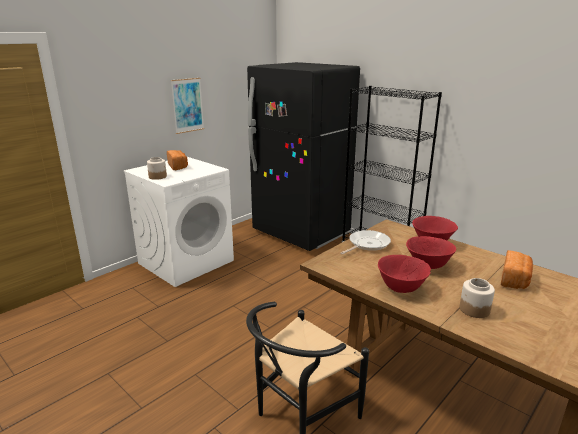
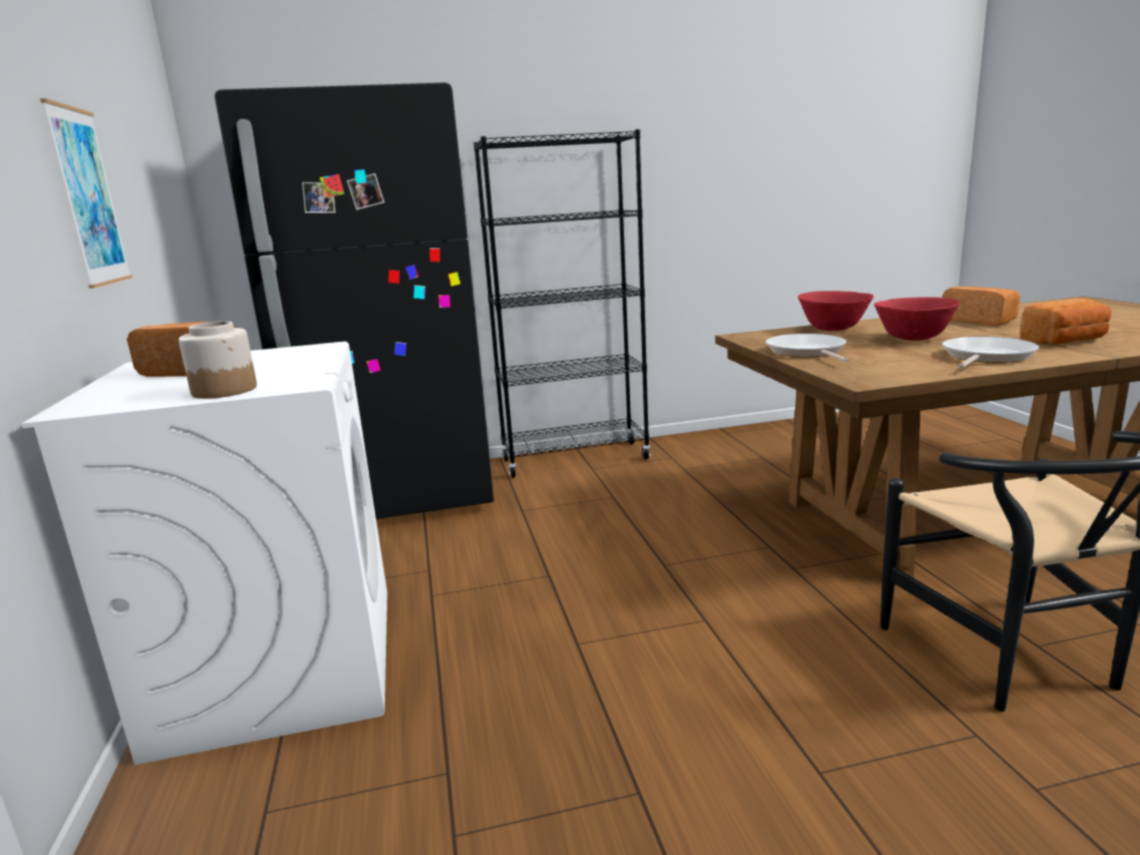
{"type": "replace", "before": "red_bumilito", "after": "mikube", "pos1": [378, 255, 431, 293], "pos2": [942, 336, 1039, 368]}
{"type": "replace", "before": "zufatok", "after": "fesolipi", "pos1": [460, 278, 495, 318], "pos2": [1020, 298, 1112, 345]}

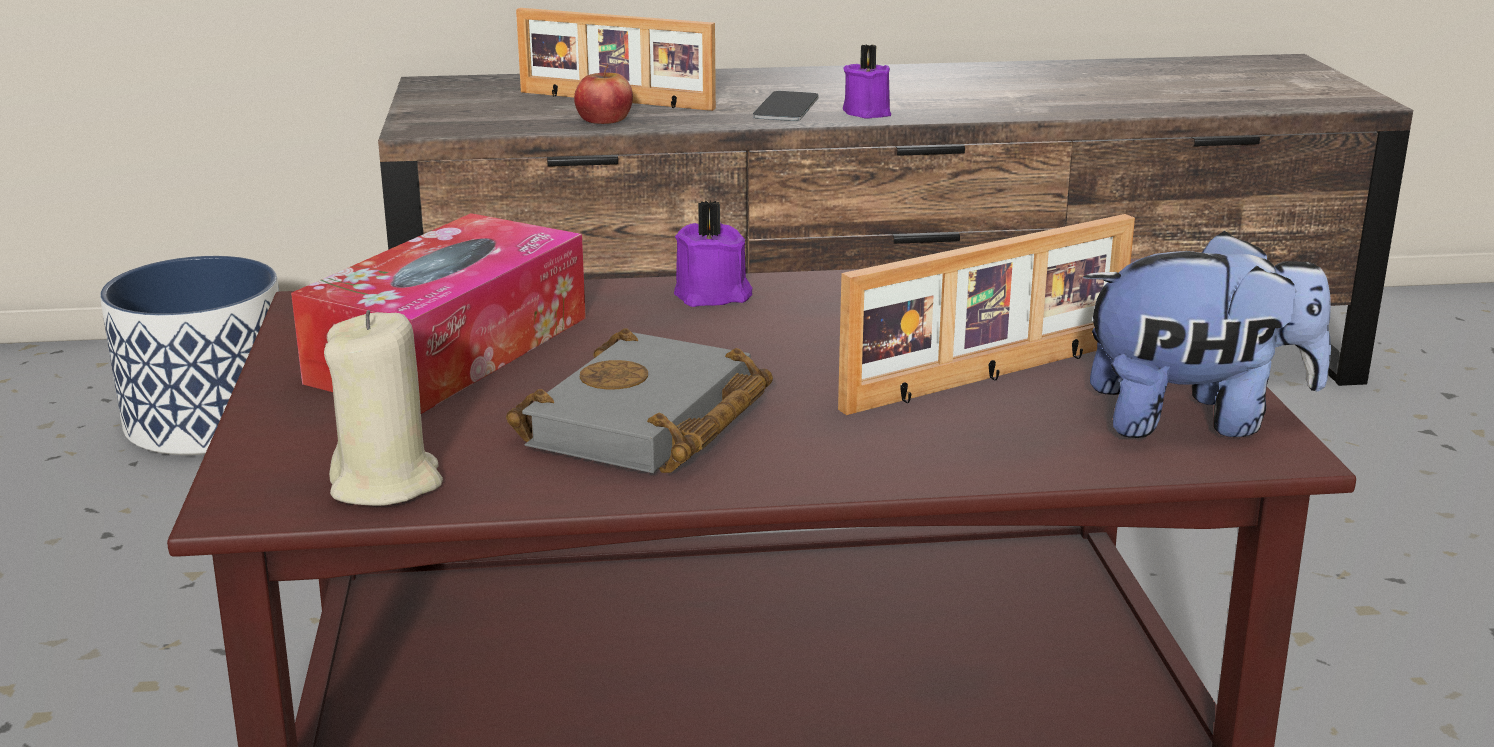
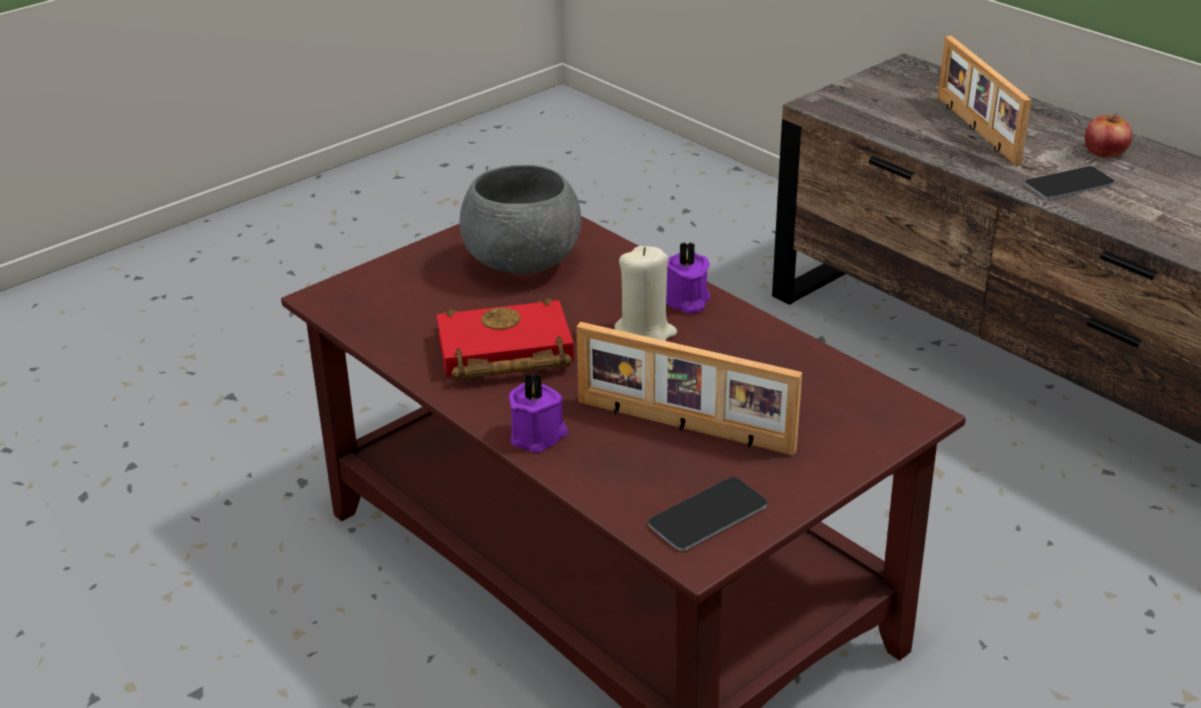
{"type": "delete", "before": "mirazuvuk", "pos1": [100, 256, 279, 455]}
{"type": "move", "before": "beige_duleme", "pos1": [324, 310, 443, 506], "pos2": [614, 246, 677, 341]}
{"type": "move", "before": "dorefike", "pos1": [574, 65, 633, 124], "pos2": [1085, 113, 1132, 158]}
{"type": "move", "before": "purple_duleme", "pos1": [843, 44, 891, 119], "pos2": [509, 372, 568, 453]}
{"type": "replace", "before": "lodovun", "after": "grey_bumilito", "pos1": [291, 213, 586, 414], "pos2": [459, 165, 581, 274]}
{"type": "replace", "before": "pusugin", "after": "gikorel", "pos1": [1083, 231, 1331, 438], "pos2": [649, 477, 767, 551]}
{"type": "recolor", "before": "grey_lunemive", "after": "red_lunemive", "pos1": [506, 328, 773, 473], "pos2": [436, 297, 574, 381]}

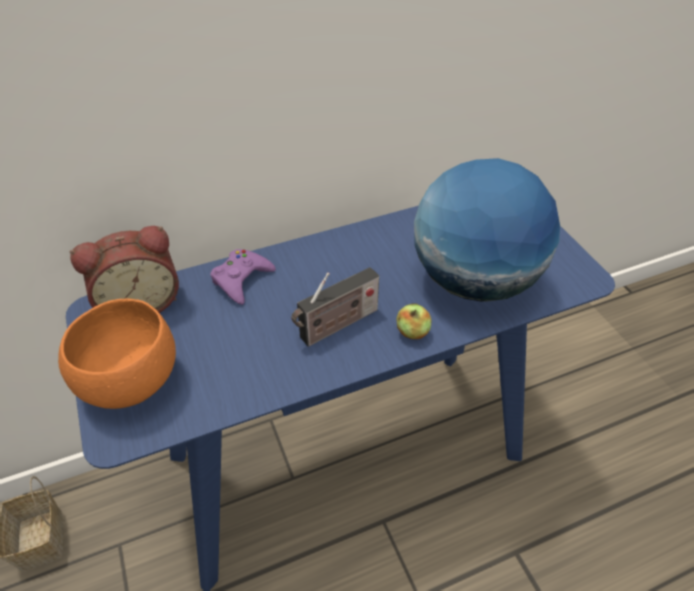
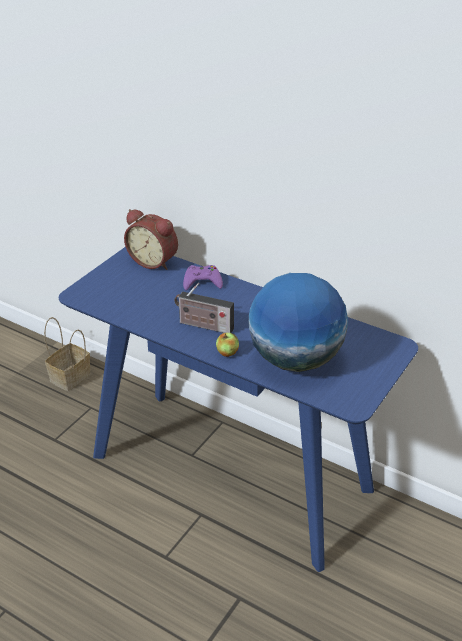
{"type": "delete", "before": "orange_bumilito", "pos1": [58, 299, 176, 409]}

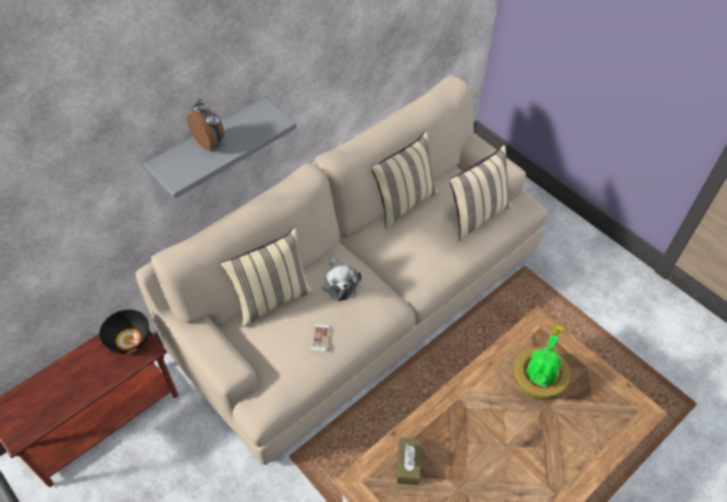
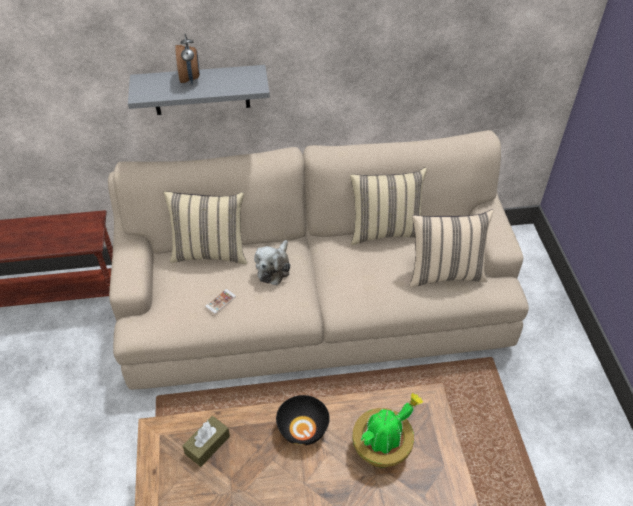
{"type": "move", "before": "black_bumilito", "pos1": [99, 310, 149, 354], "pos2": [276, 395, 330, 446]}

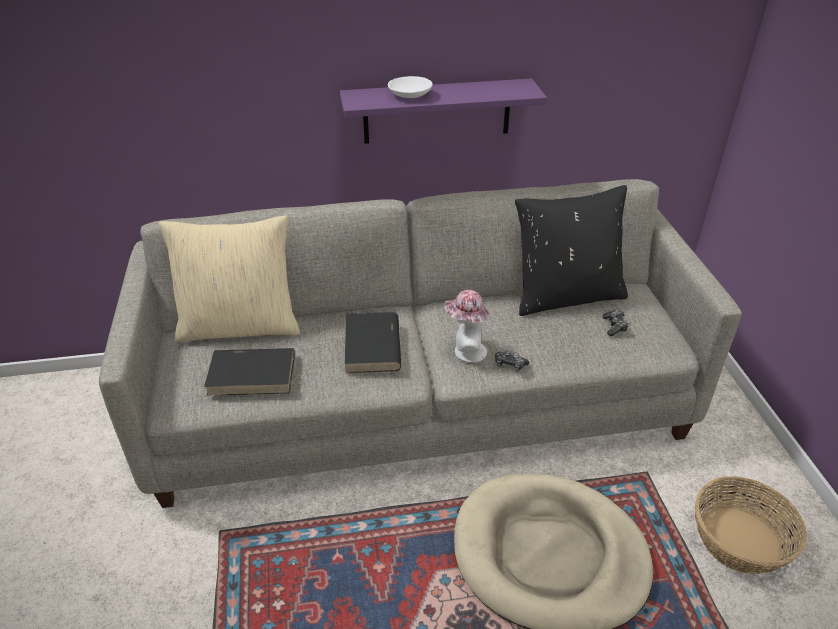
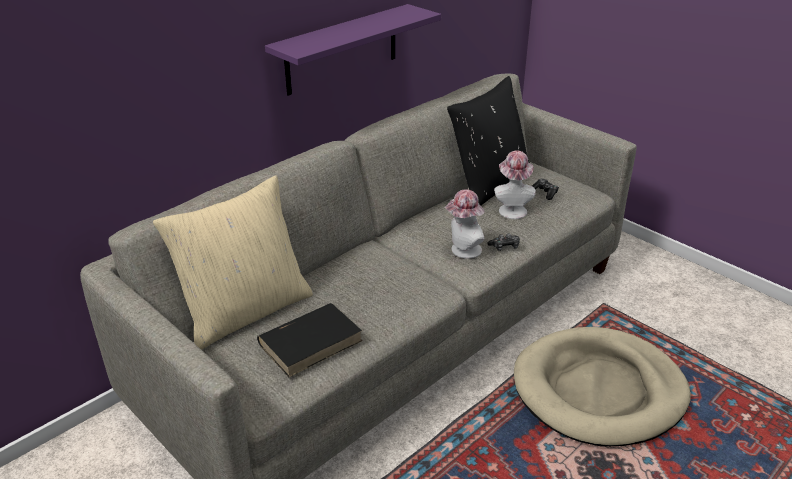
{"type": "delete", "before": "black_lunemive", "pos1": [345, 312, 401, 373]}
{"type": "delete", "before": "white_bumilito", "pos1": [388, 76, 433, 98]}
{"type": "delete", "before": "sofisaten", "pos1": [695, 476, 807, 574]}
{"type": "insert", "after": "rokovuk", "pos2": [494, 151, 536, 219]}

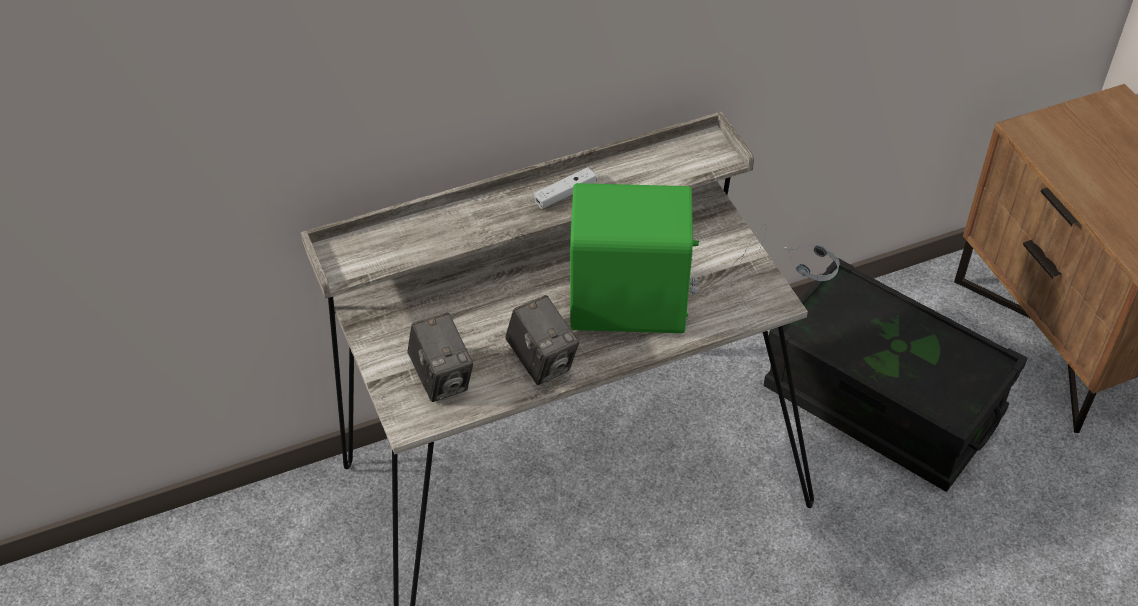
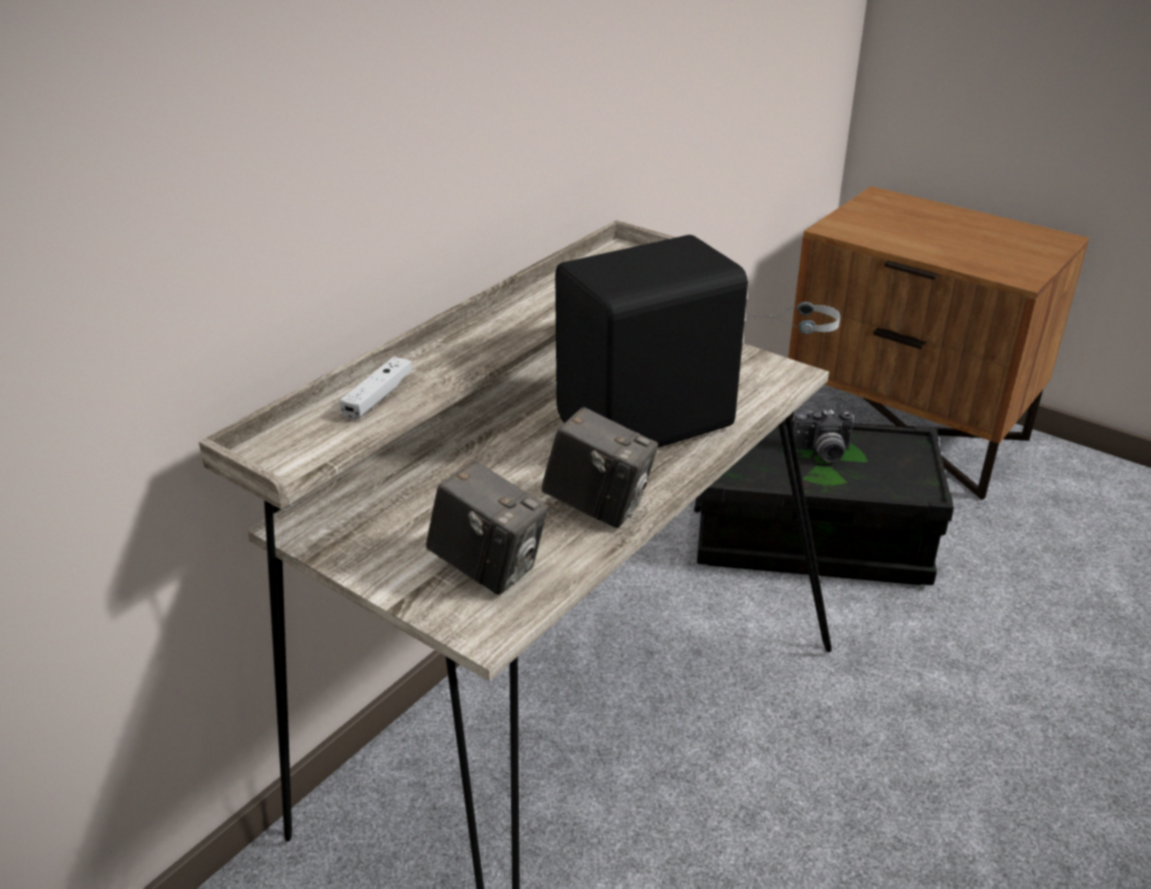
{"type": "insert", "after": "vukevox", "pos2": [793, 409, 854, 463]}
{"type": "move", "before": "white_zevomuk", "pos1": [534, 167, 597, 209], "pos2": [339, 357, 413, 420]}
{"type": "recolor", "before": "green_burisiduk", "after": "black_burisiduk", "pos1": [570, 183, 699, 333], "pos2": [555, 235, 748, 448]}

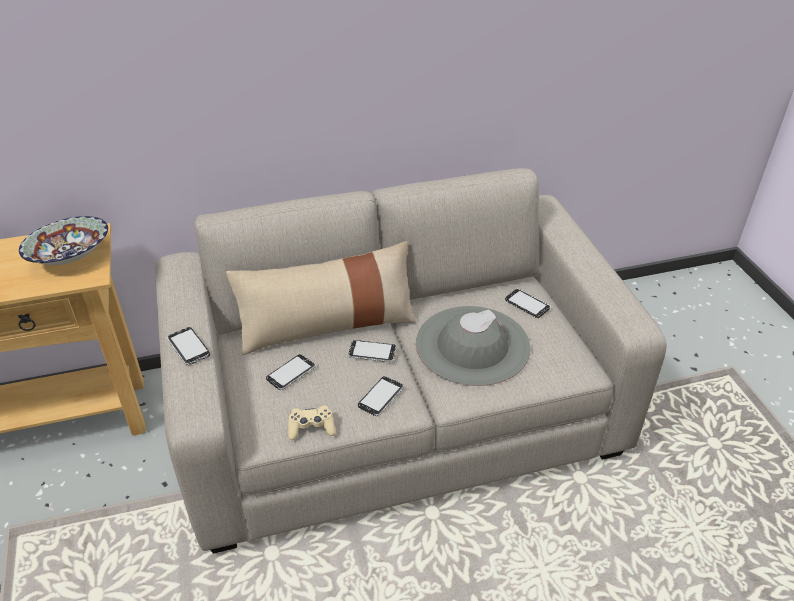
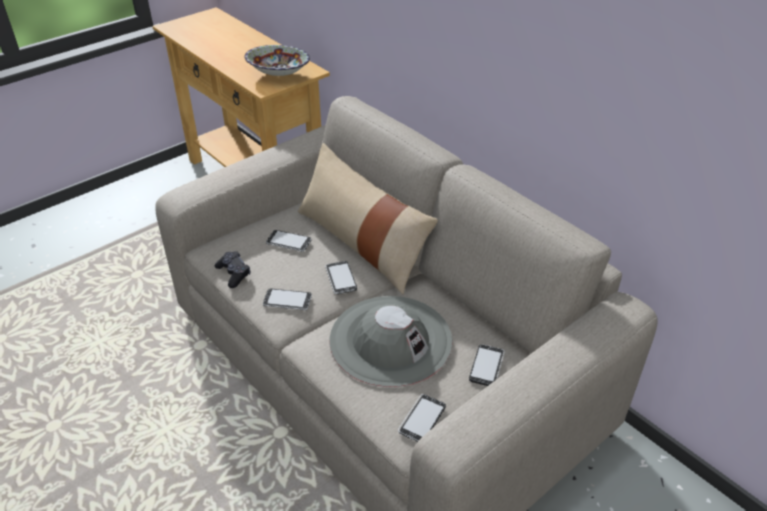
{"type": "move", "before": "gikorel", "pos1": [167, 327, 210, 365], "pos2": [398, 394, 446, 442]}
{"type": "recolor", "before": "beige_zevomuk", "after": "black_zevomuk", "pos1": [288, 406, 336, 440], "pos2": [214, 251, 250, 288]}

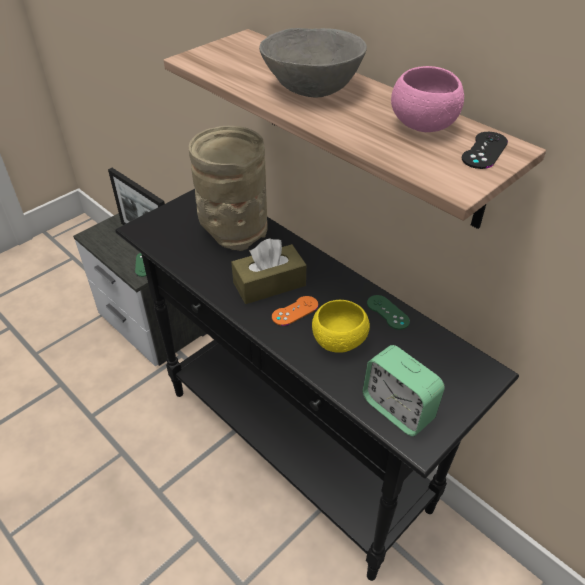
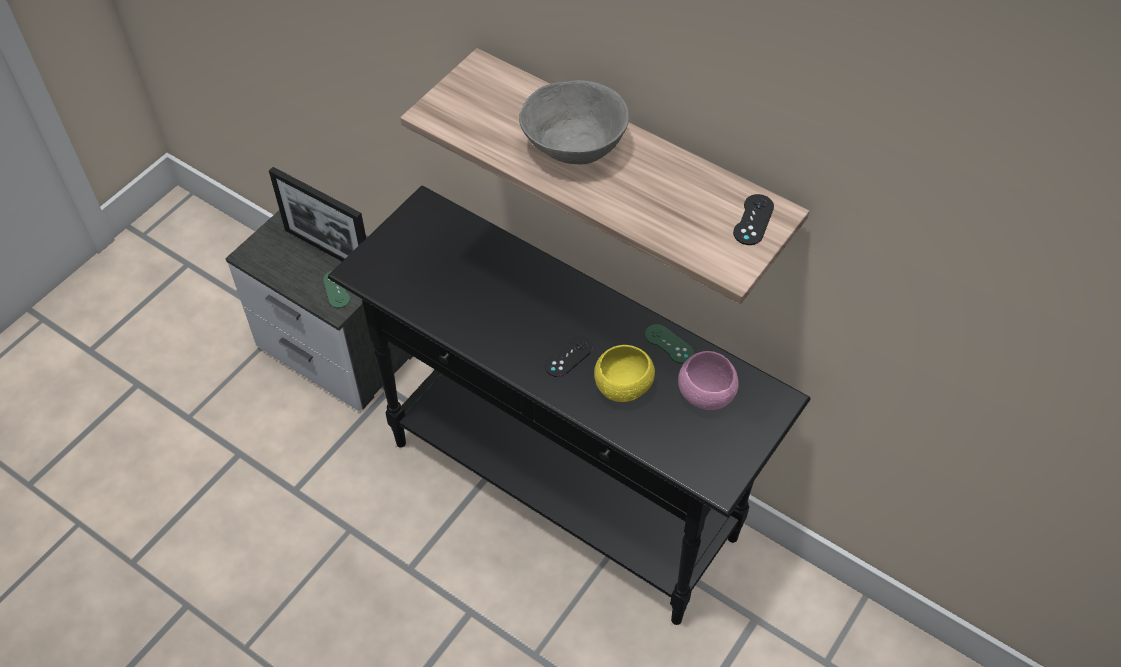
{"type": "delete", "before": "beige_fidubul", "pos1": [189, 126, 268, 251]}
{"type": "delete", "before": "brown_lodovun", "pos1": [231, 238, 306, 304]}
{"type": "delete", "before": "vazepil", "pos1": [363, 345, 445, 436]}
{"type": "move", "before": "pink_bumilito", "pos1": [391, 66, 464, 132], "pos2": [678, 351, 739, 410]}
{"type": "recolor", "before": "orange_zevomuk", "after": "black_zevomuk", "pos1": [272, 296, 318, 326], "pos2": [545, 336, 593, 377]}

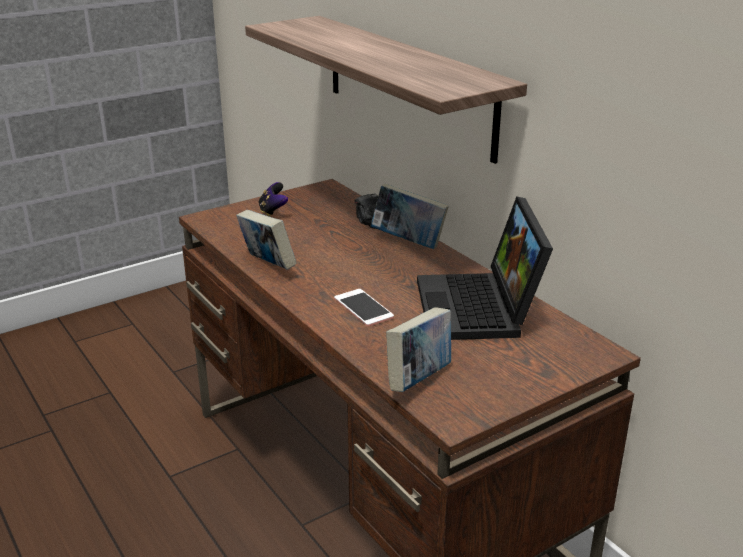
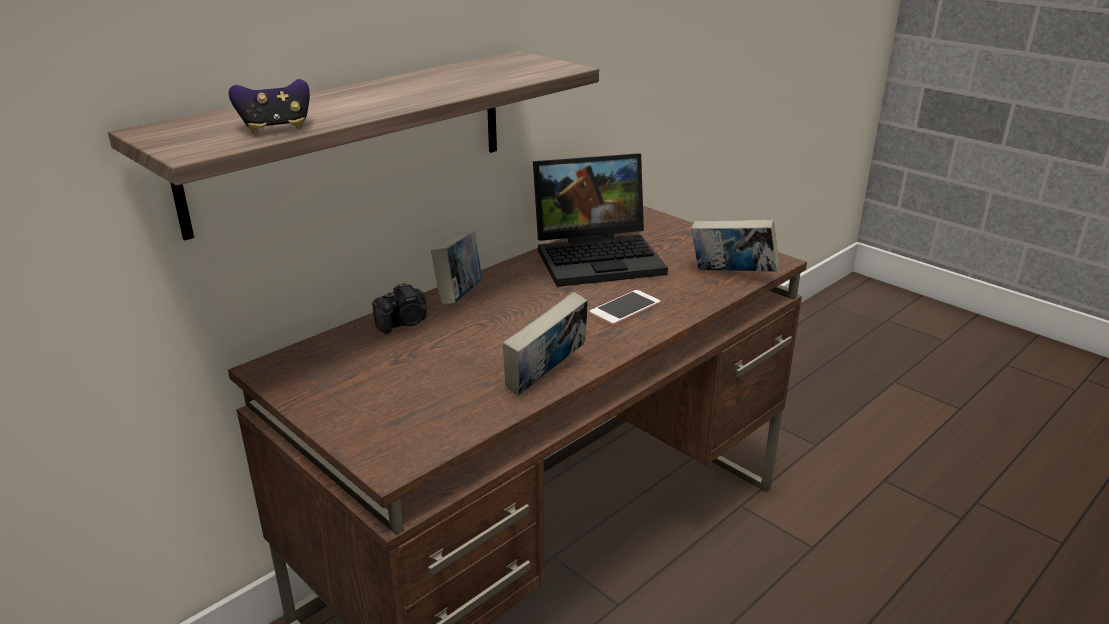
{"type": "move", "before": "zevomuk", "pos1": [258, 182, 288, 217], "pos2": [229, 79, 310, 134]}

